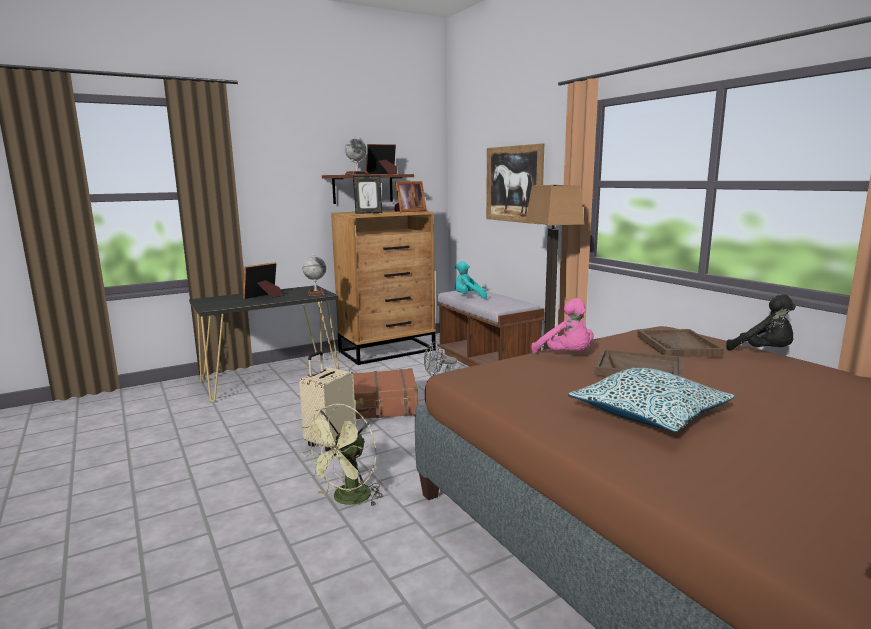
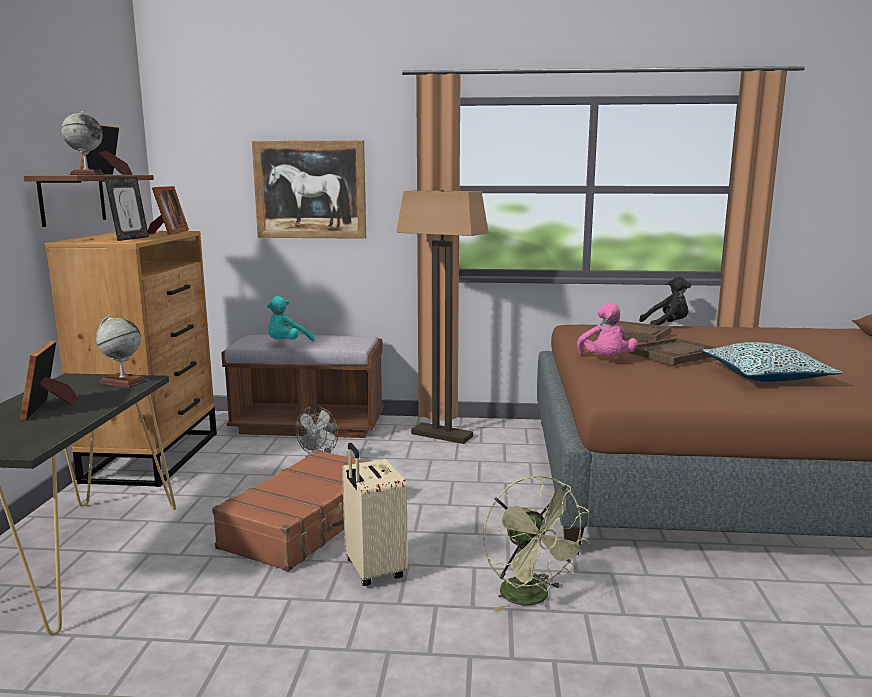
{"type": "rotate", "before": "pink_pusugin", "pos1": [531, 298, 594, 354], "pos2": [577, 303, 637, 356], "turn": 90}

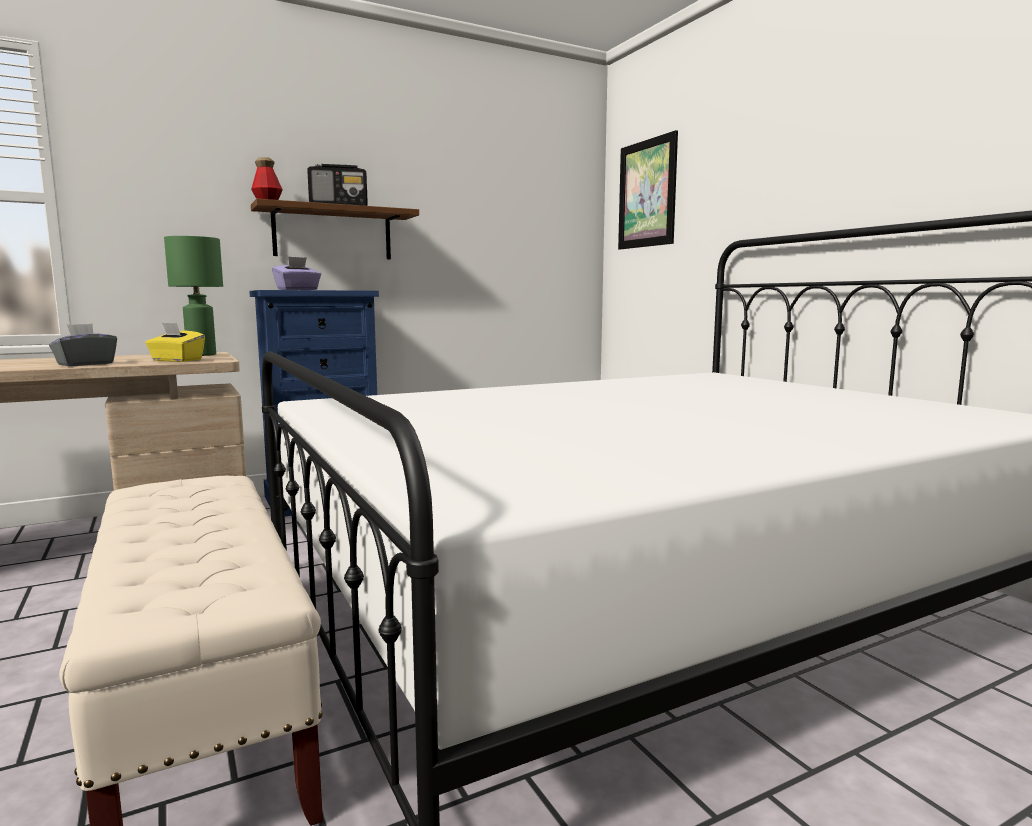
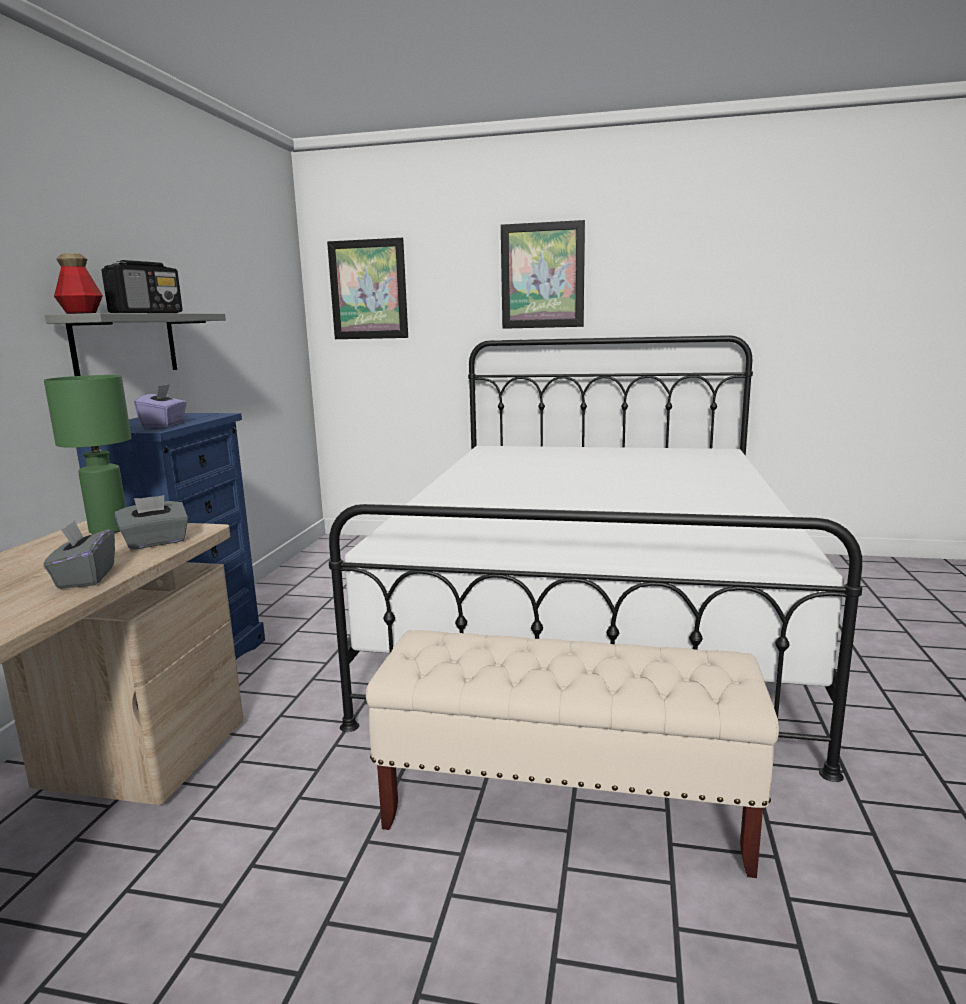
{"type": "insert", "after": "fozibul", "pos2": [501, 220, 585, 329]}
{"type": "recolor", "before": "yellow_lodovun", "after": "grey_lodovun", "pos1": [145, 323, 205, 362], "pos2": [115, 495, 189, 550]}
{"type": "recolor", "before": "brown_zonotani", "after": "grey_zonotani", "pos1": [251, 199, 419, 259], "pos2": [45, 313, 226, 376]}

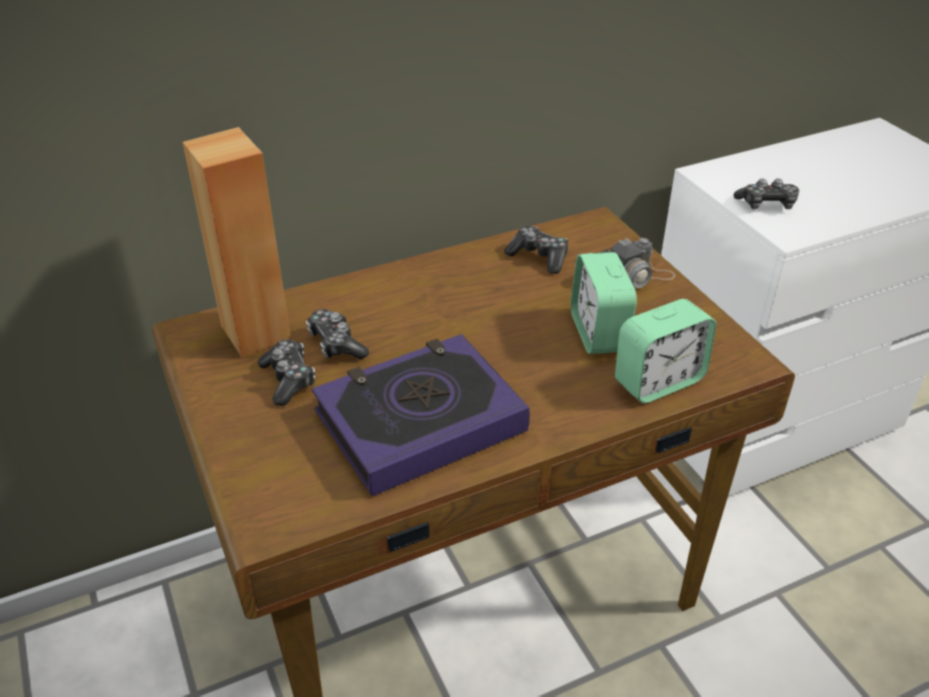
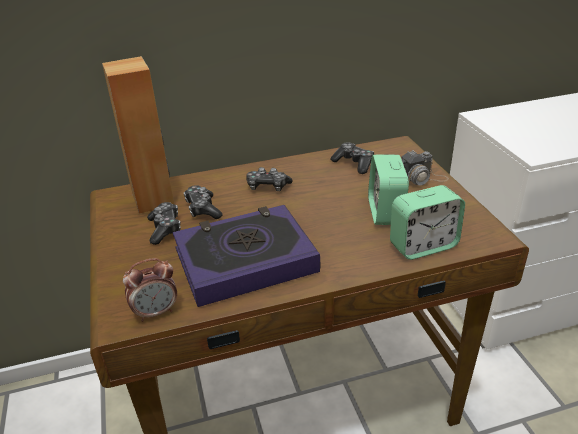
{"type": "insert", "after": "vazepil", "pos2": [123, 258, 177, 322]}
{"type": "move", "before": "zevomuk", "pos1": [734, 179, 799, 209], "pos2": [246, 167, 292, 191]}

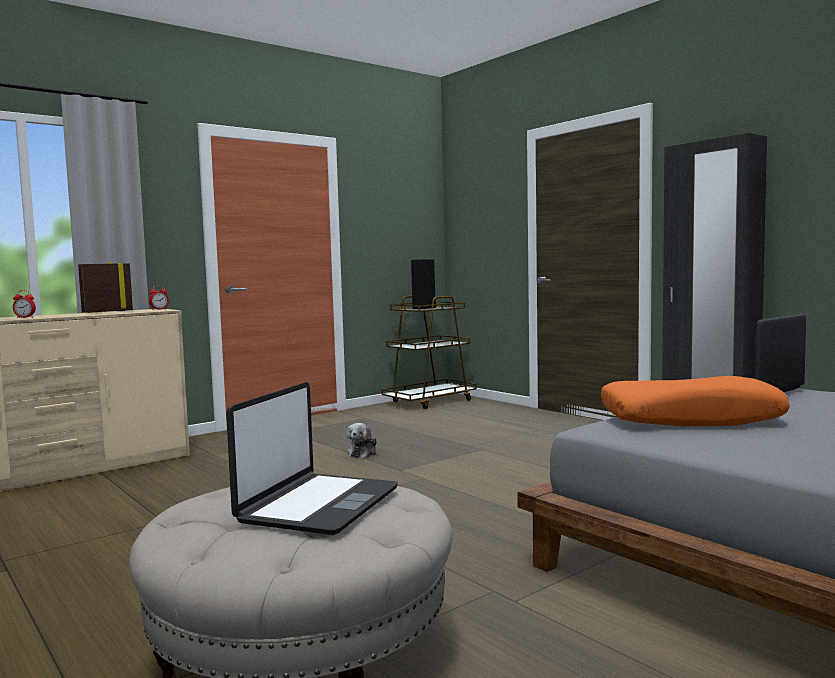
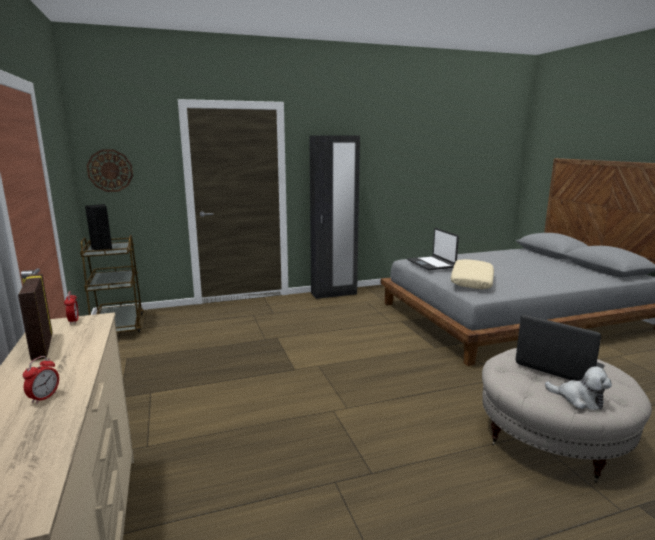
{"type": "insert", "after": "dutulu", "pos2": [87, 150, 133, 192]}
{"type": "move", "before": "pusugin", "pos1": [347, 423, 377, 458], "pos2": [545, 366, 612, 410]}
{"type": "recolor", "before": "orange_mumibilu", "after": "beige_mumibilu", "pos1": [601, 376, 790, 426], "pos2": [451, 259, 494, 289]}

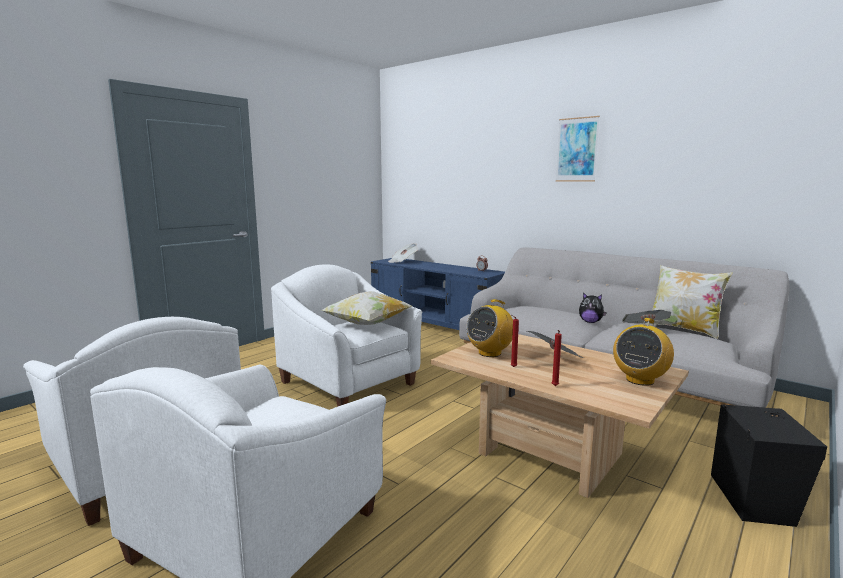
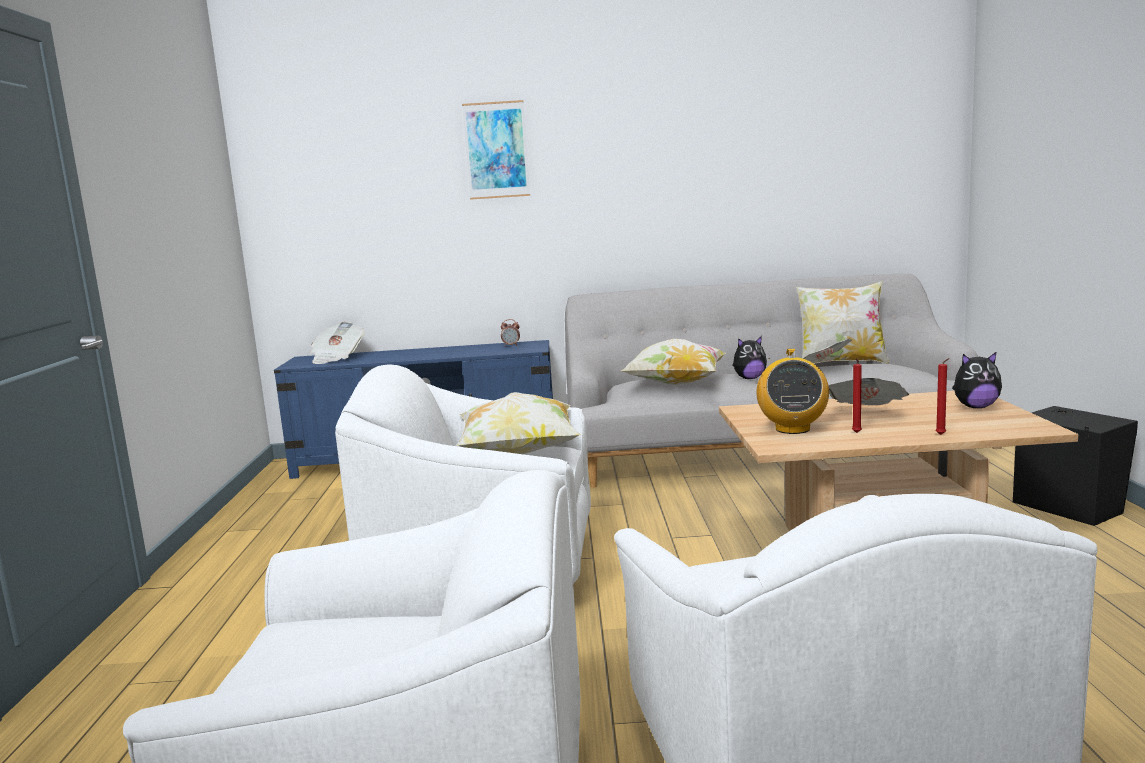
{"type": "insert", "after": "mumibilu", "pos2": [621, 339, 726, 385]}
{"type": "move", "before": "fozibul", "pos1": [556, 116, 600, 182], "pos2": [462, 100, 530, 200]}
{"type": "replace", "before": "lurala", "after": "pusugin", "pos1": [613, 318, 674, 386], "pos2": [952, 352, 1002, 408]}

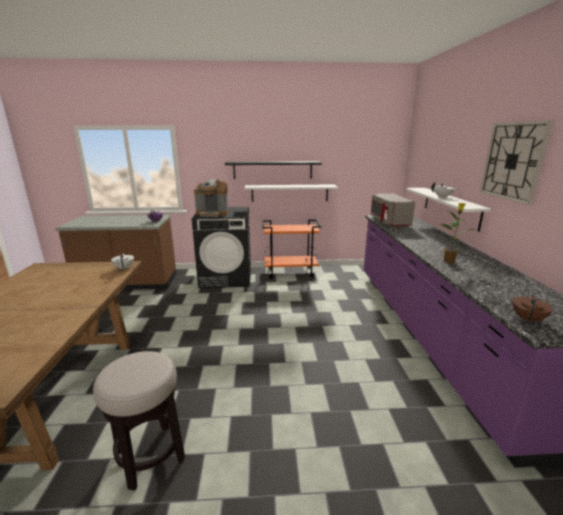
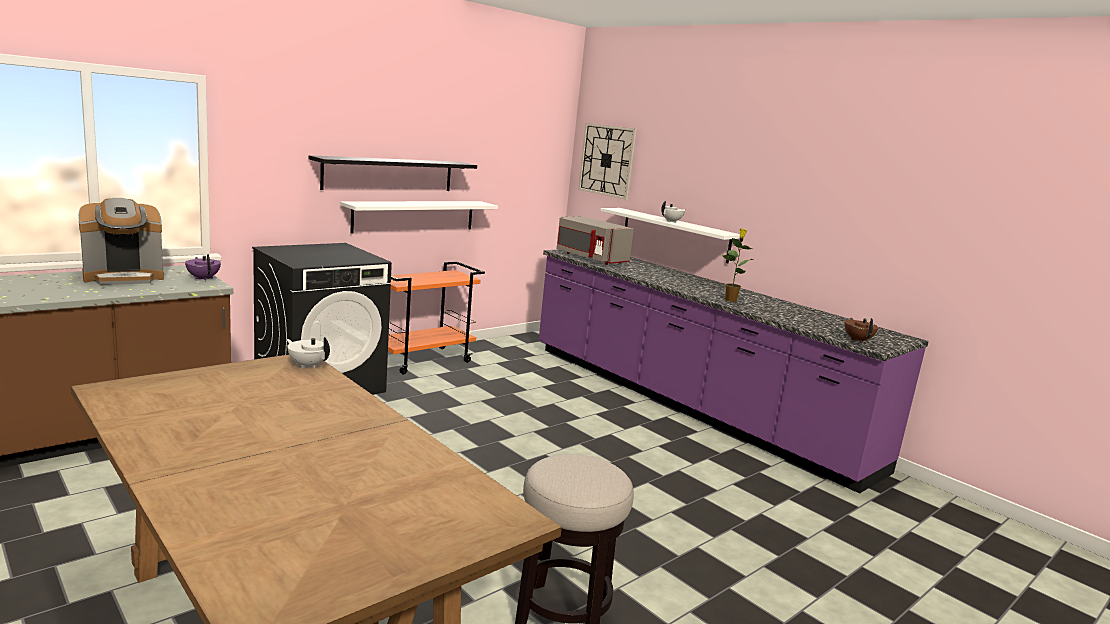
{"type": "move", "before": "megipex", "pos1": [194, 179, 229, 217], "pos2": [78, 198, 164, 285]}
{"type": "move", "before": "dutulu", "pos1": [480, 121, 553, 205], "pos2": [578, 123, 637, 200]}

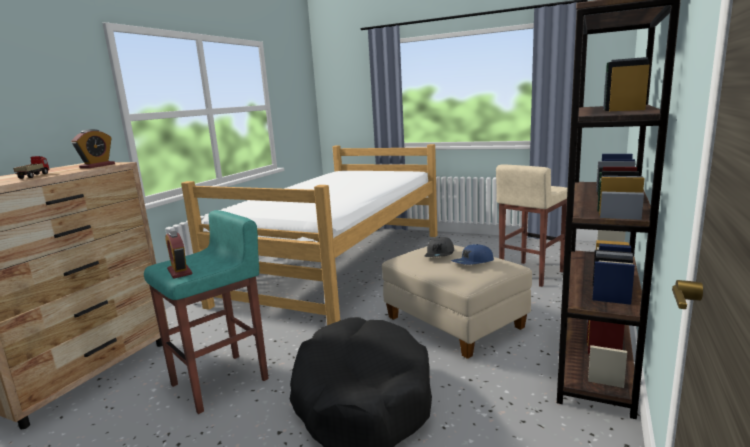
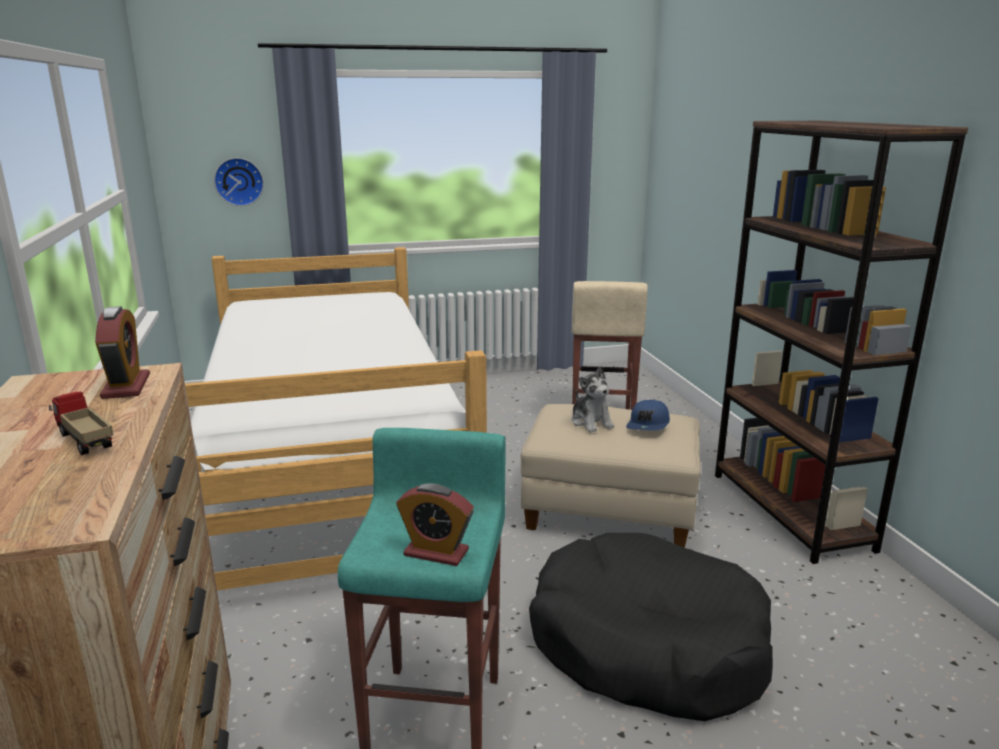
{"type": "insert", "after": "dutulu", "pos2": [214, 158, 264, 206]}
{"type": "replace", "before": "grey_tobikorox", "after": "pusugin", "pos1": [425, 237, 454, 257], "pos2": [571, 366, 614, 432]}

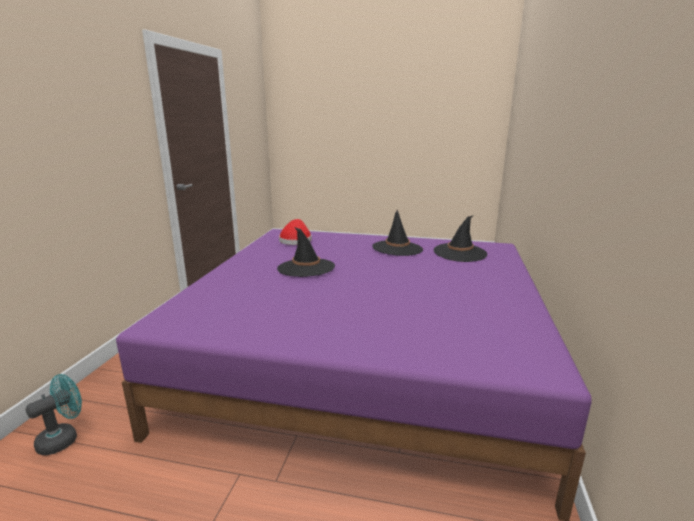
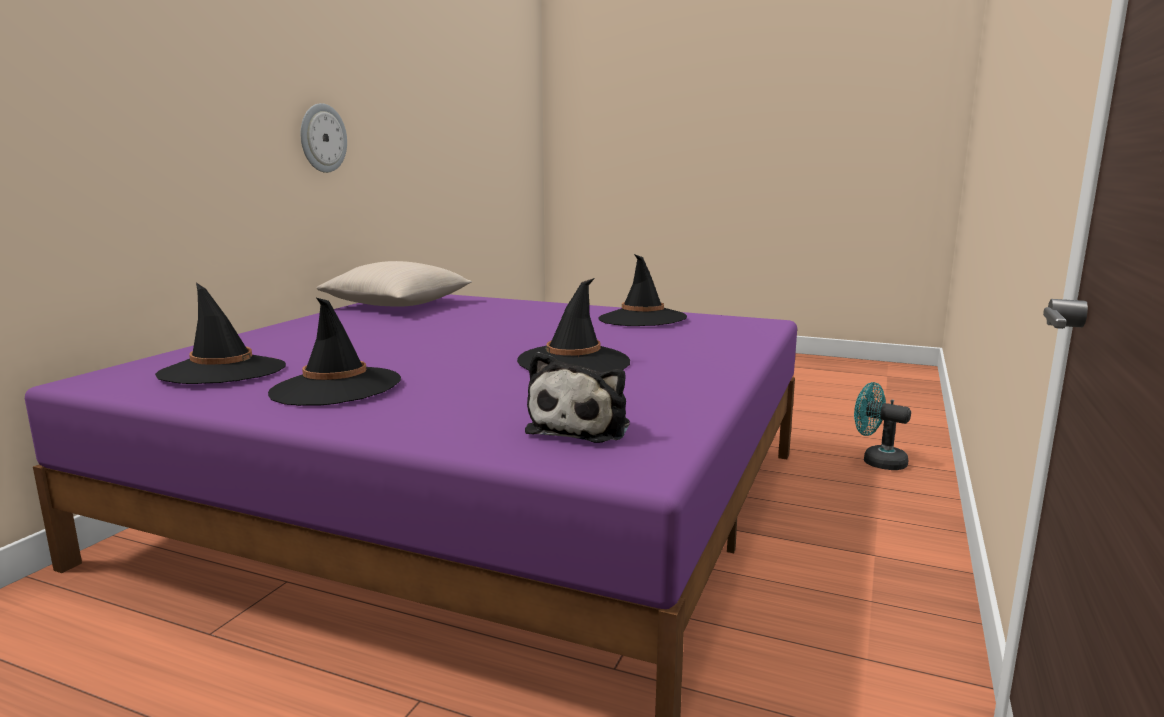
{"type": "insert", "after": "dutulu", "pos2": [300, 103, 347, 173]}
{"type": "insert", "after": "beige_mumibilu", "pos2": [317, 261, 472, 307]}
{"type": "insert", "after": "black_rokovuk", "pos2": [599, 254, 687, 326]}
{"type": "replace", "before": "red_rokovuk", "after": "pusugin", "pos1": [279, 219, 312, 245], "pos2": [525, 352, 630, 443]}
{"type": "rotate", "before": "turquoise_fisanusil", "pos1": [25, 374, 82, 455], "pos2": [854, 382, 911, 470], "turn": 75}

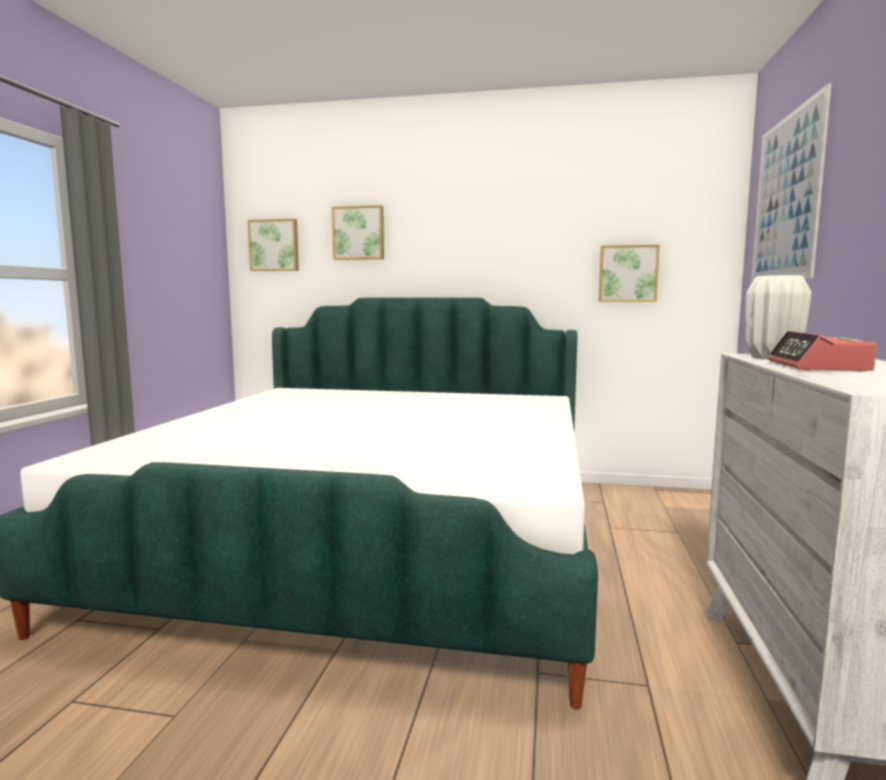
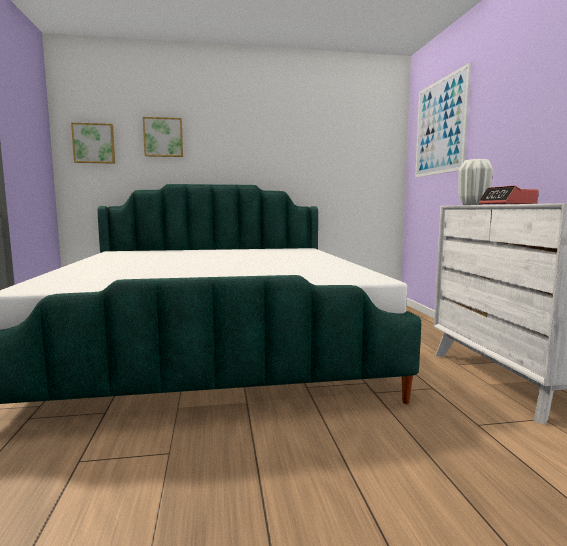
{"type": "delete", "before": "fozibul", "pos1": [599, 245, 660, 302]}

